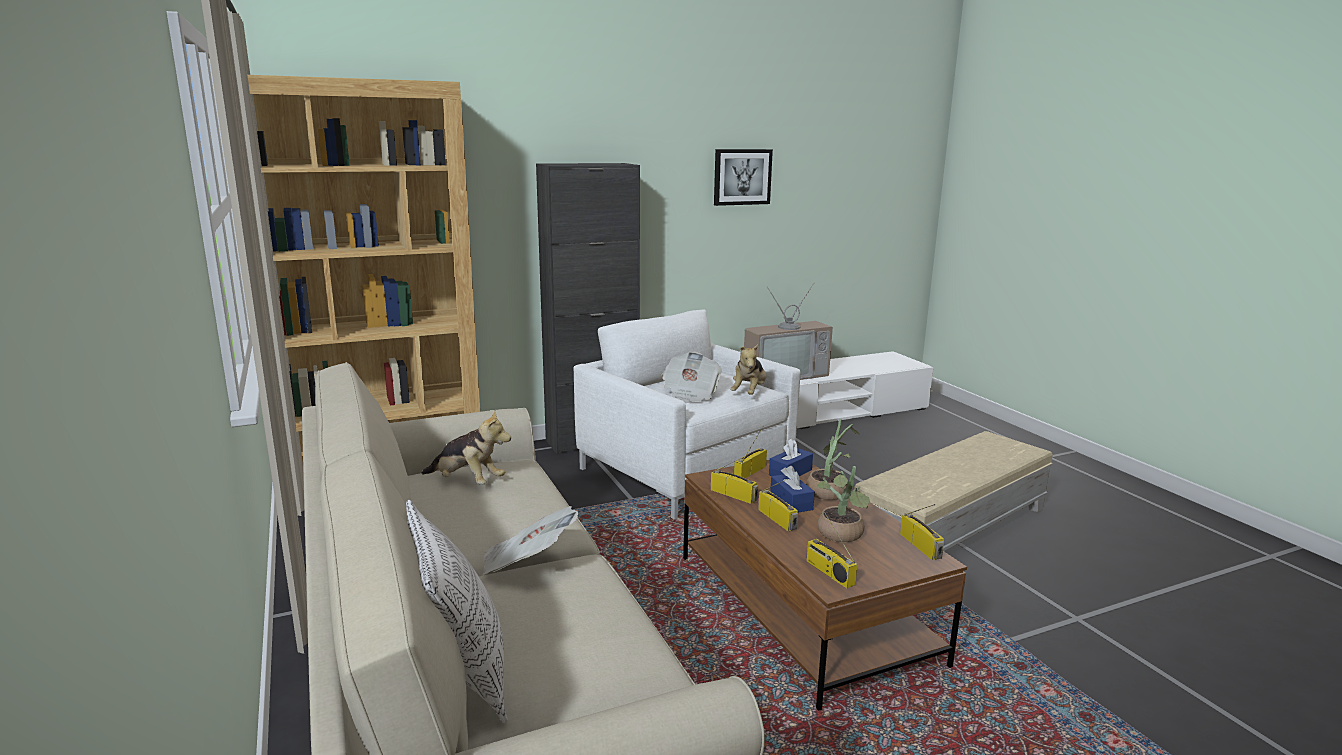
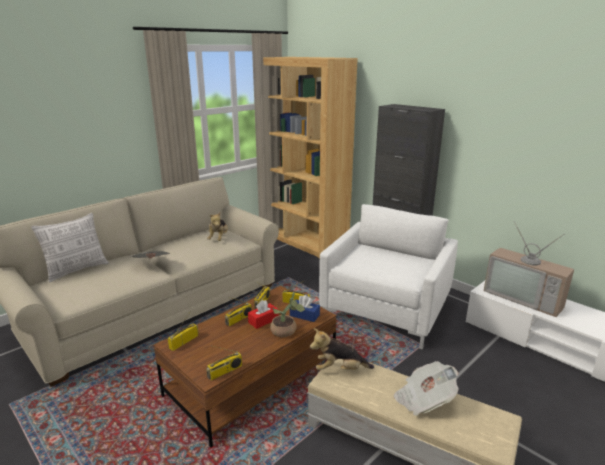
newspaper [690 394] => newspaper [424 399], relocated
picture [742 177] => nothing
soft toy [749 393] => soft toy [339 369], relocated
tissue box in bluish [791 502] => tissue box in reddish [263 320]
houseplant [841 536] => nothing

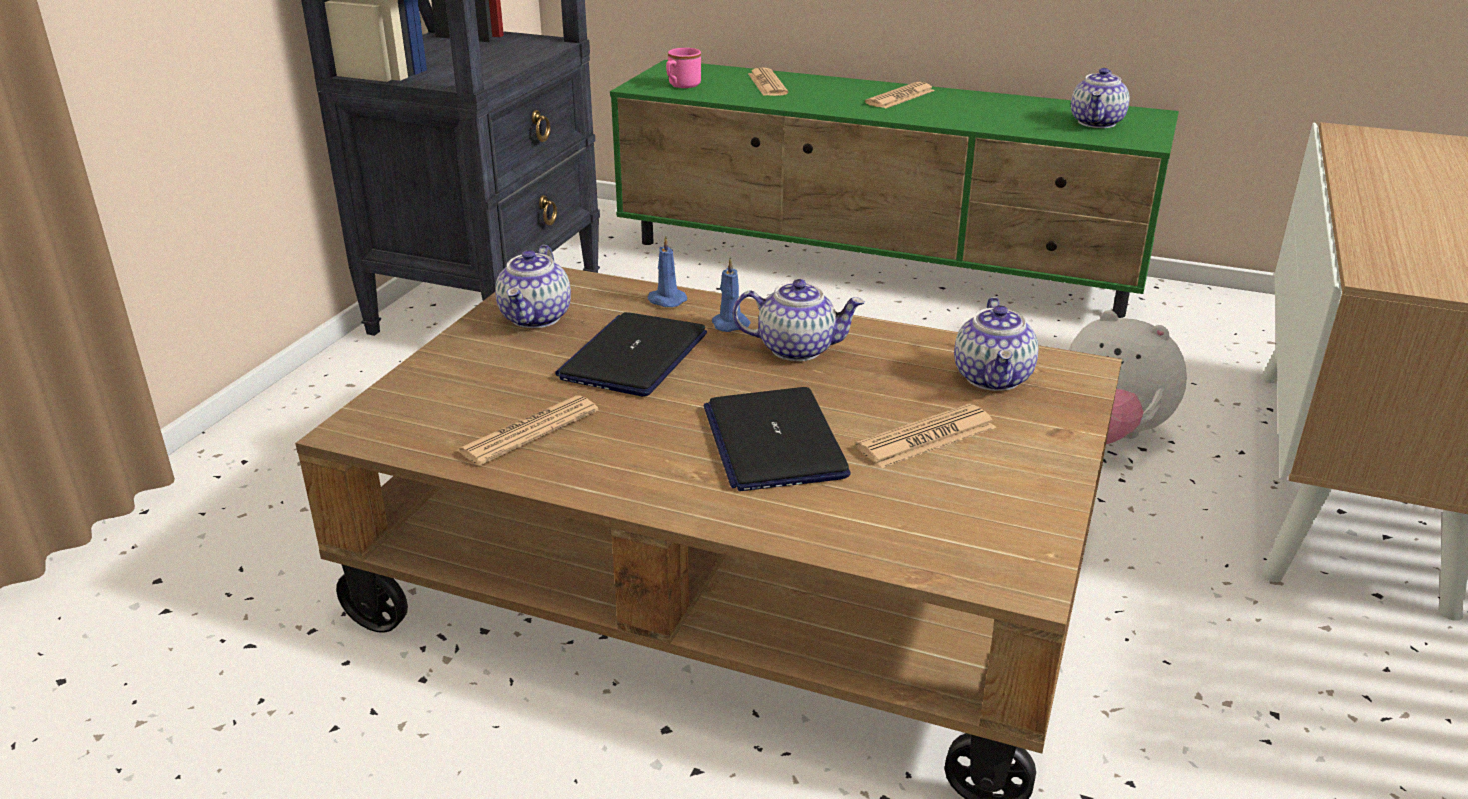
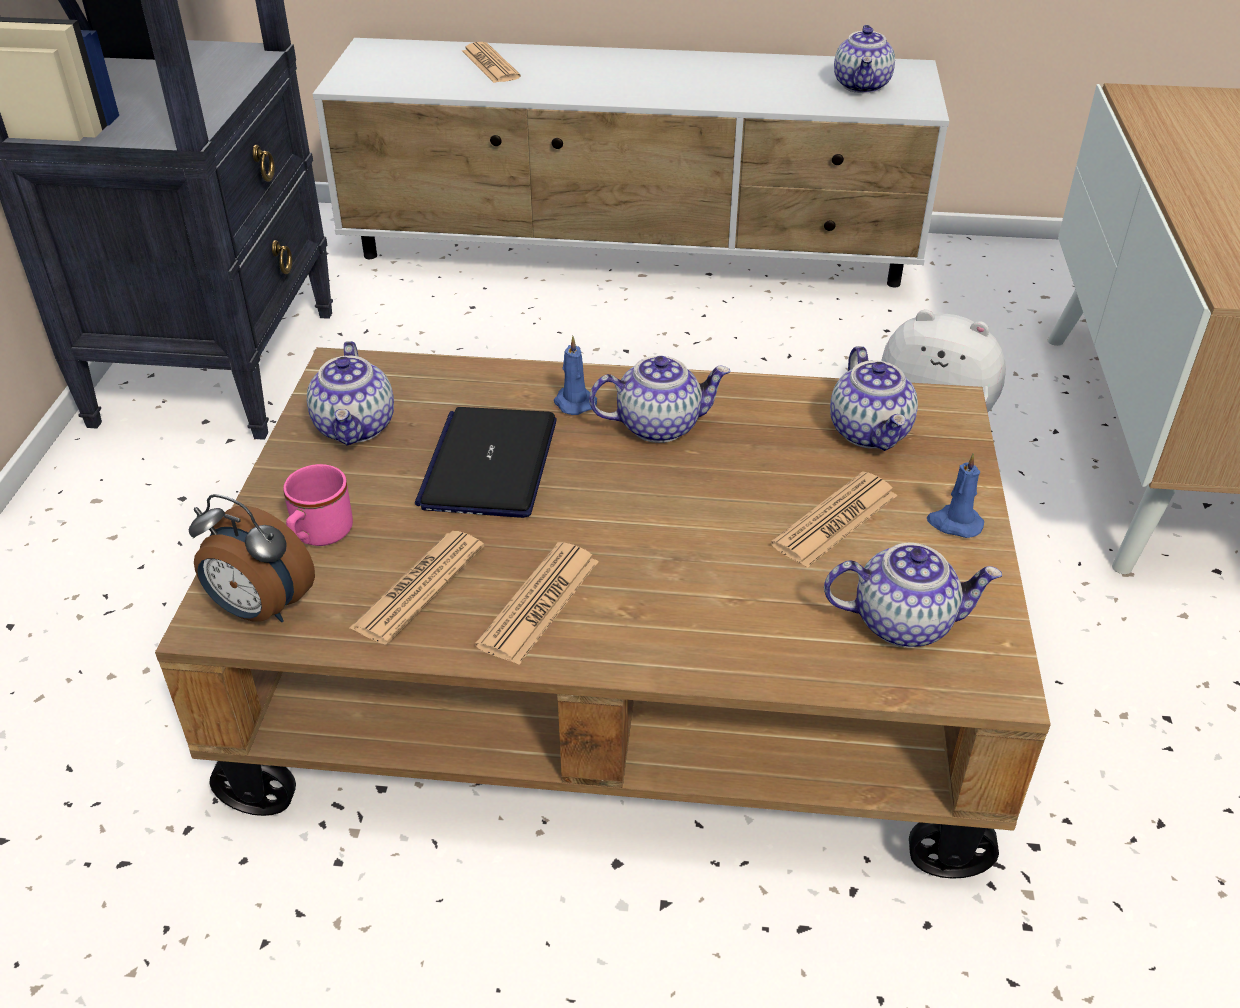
tv unit in greenish [878 266] => tv unit in white [634 255]
wax candle in bluish [665 300] => wax candle in bluish [954 523], relocated
tea mug in pink [681 86] => tea mug in pink [318 536], relocated
laptop [773 441] => nothing
newspaper [900 97] => newspaper [539 603], relocated
nothing => table clock [260 610]
nothing => pot for tea [904 622]

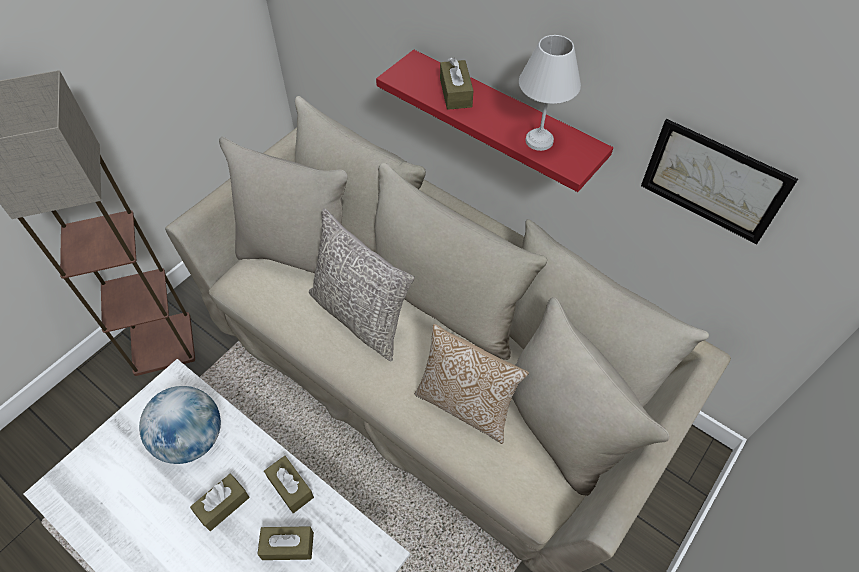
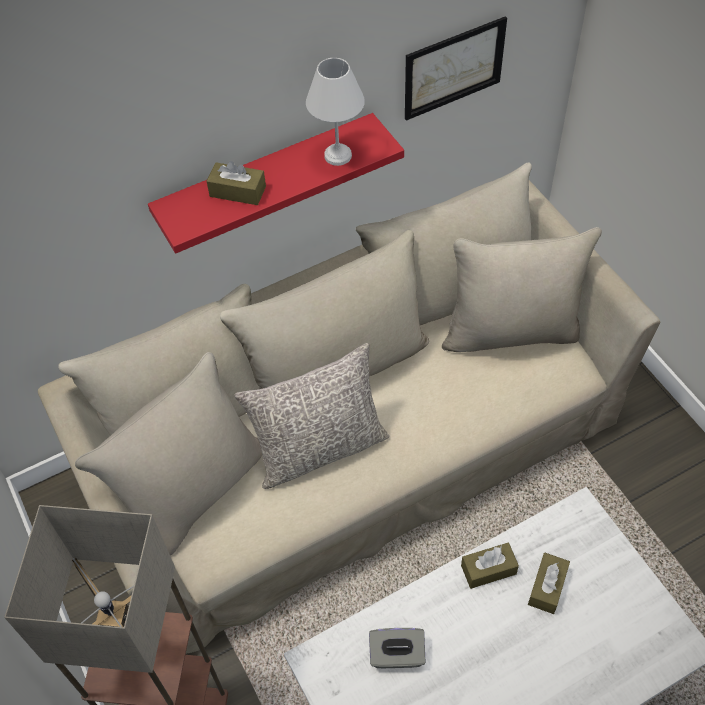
globe [192 439] => tissue box in gray [397 655]
tissue box in brown-coloured [223 505] => nothing
throw pillow [466 405] => nothing

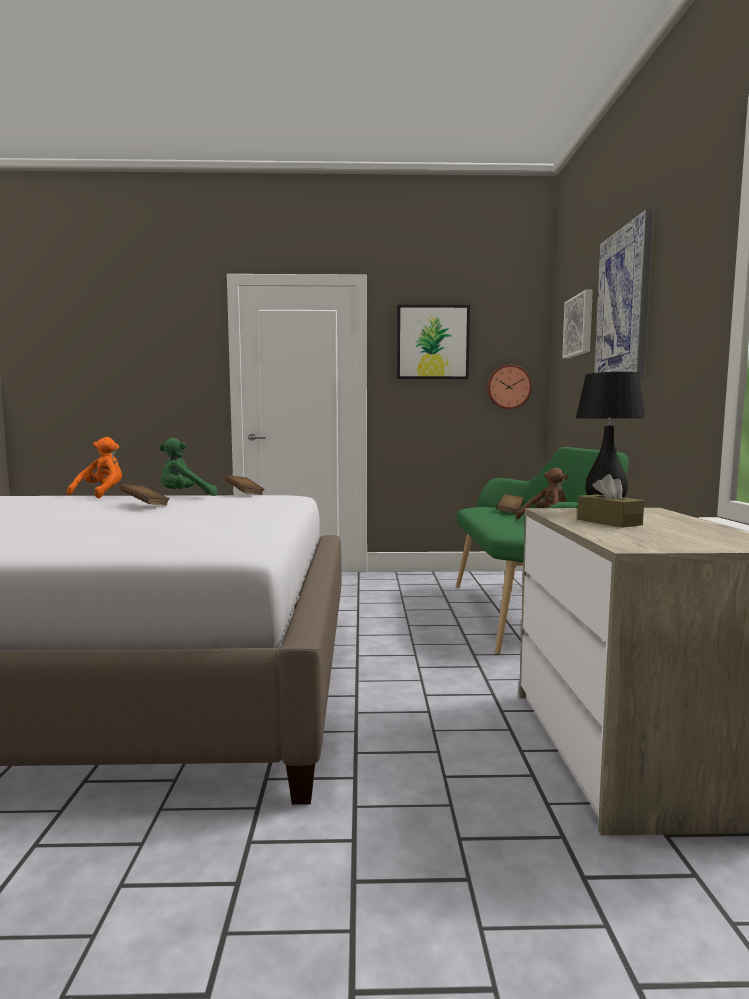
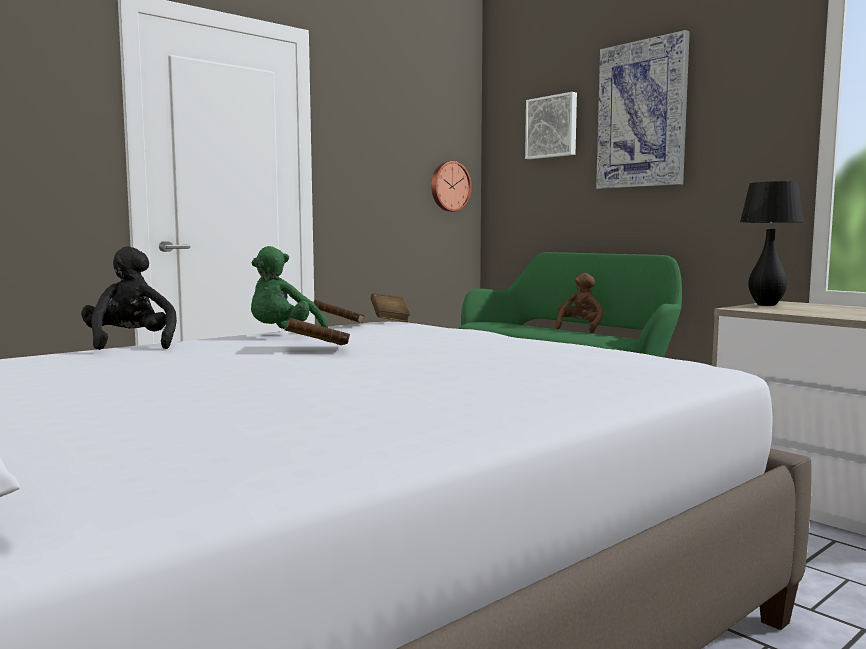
soft toy in orange [101 494] => soft toy in black-coloured [131 344]
picture [432 342] => nothing
book in brown-coloured [510 511] => book in brown-coloured [390 320], relocated
tissue box in brown-coloured [609 522] => nothing

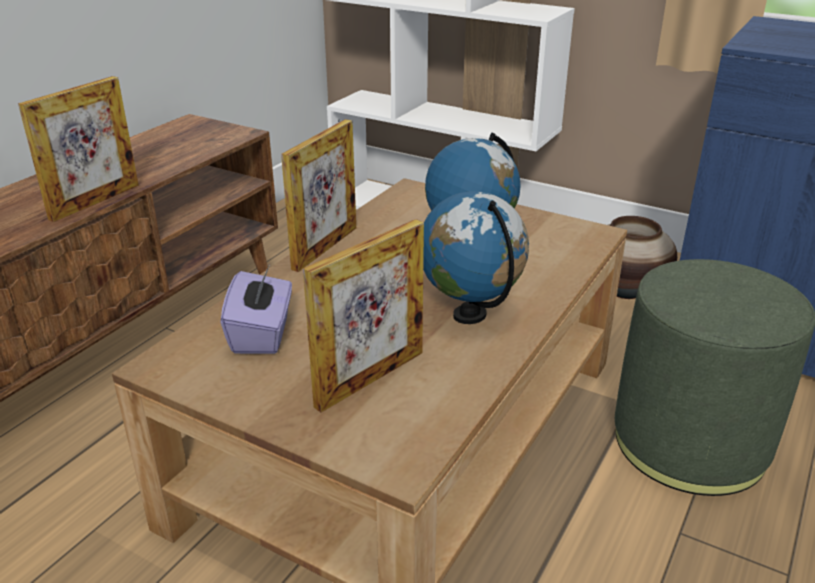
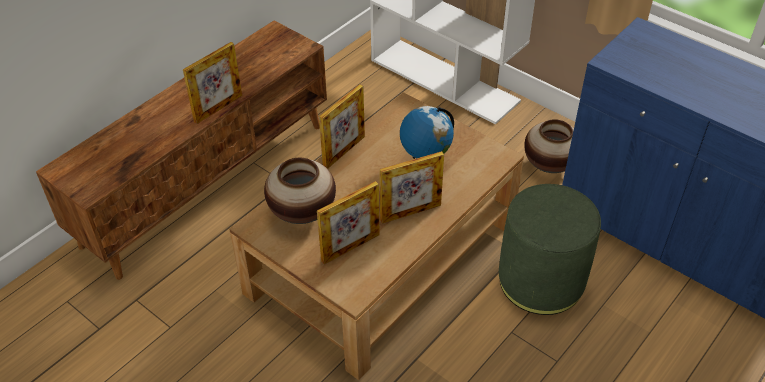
tissue box in purple [262 334] => vase [302 212]
globe [470 315] => photo frame [410 212]

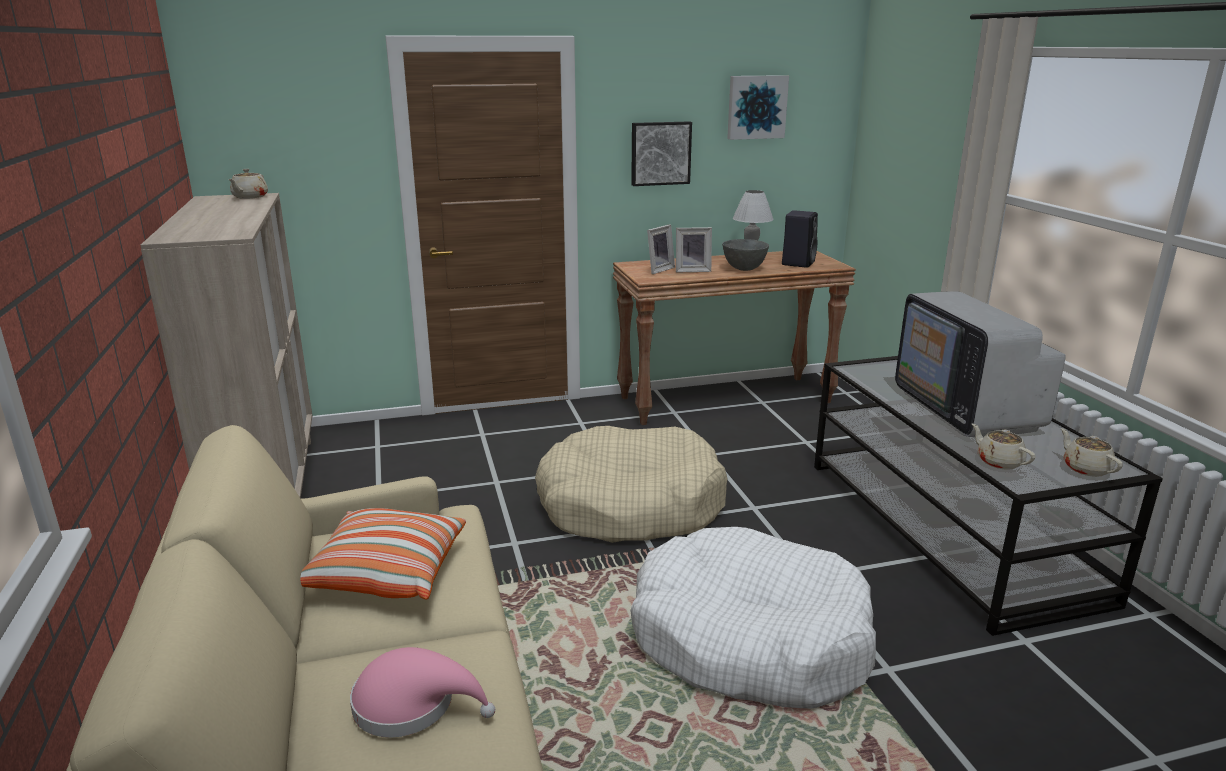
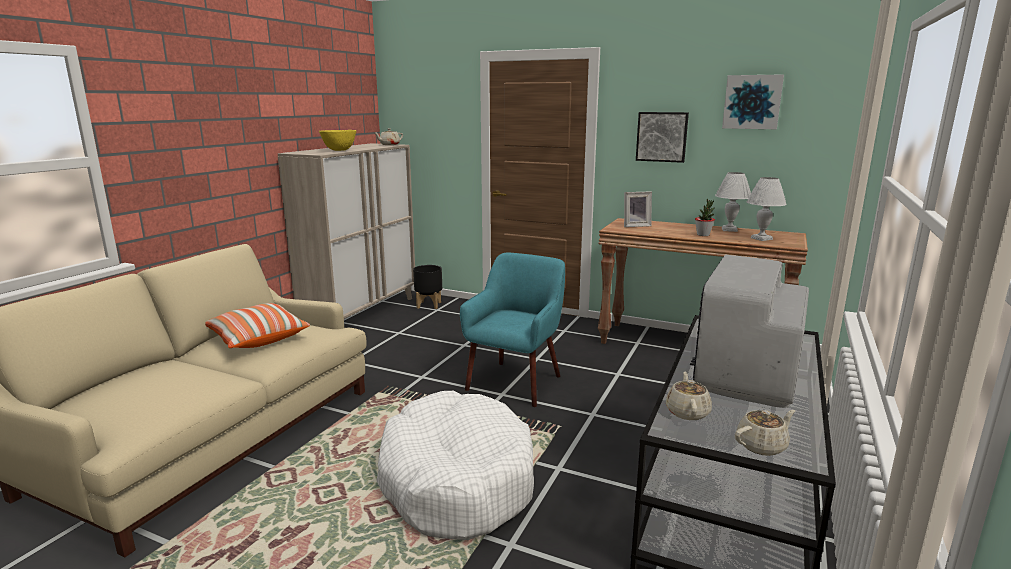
clothing hat in pink [412 704] => nothing
pet bed in sand-coloured [630 505] => lounge chair in turquoise [515 382]
photo frame [692 270] => nothing
deep dish in gray [744 269] => houseplant [703 235]
speaker in black-coloured [798 263] => table lamp in white [761 238]
pot for tea in sand-coloured [1085 468] => pot for tea in sand-coloured [762 446], 45 degrees clockwise
nothing => deep dish in yellow [339 150]
nothing => planter in black-coloured [428 305]

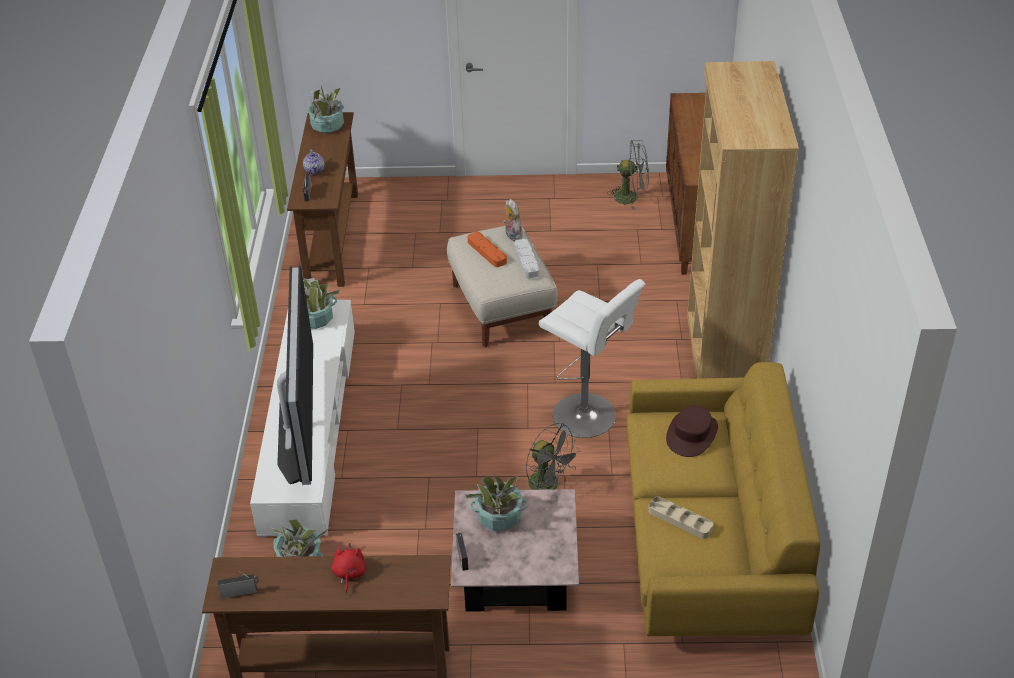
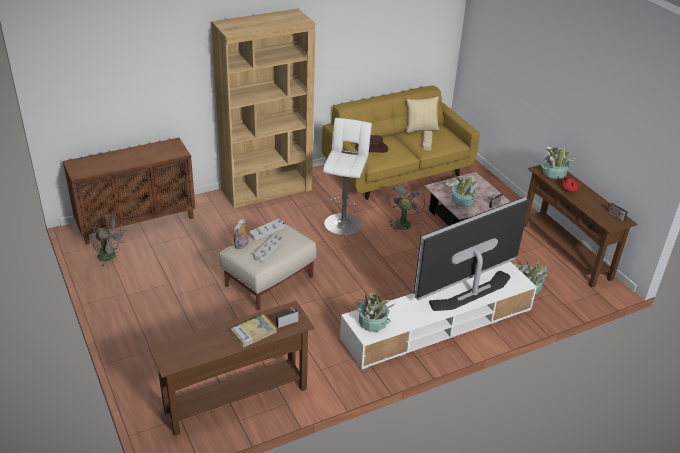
pot for tea [315 170] => book [253 332]
houseplant [327 125] => houseplant [554 174], relocated
carrying tray in orange [487 252] => carrying tray in gray [268 249]
cooling fan in gray [631 197] => cooling fan in gray [110 257], 135 degrees clockwise
nothing => throw pillow [420 128]

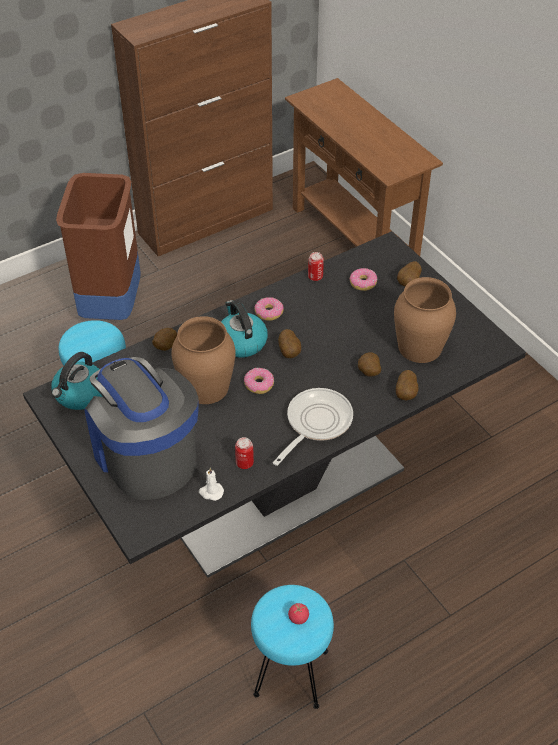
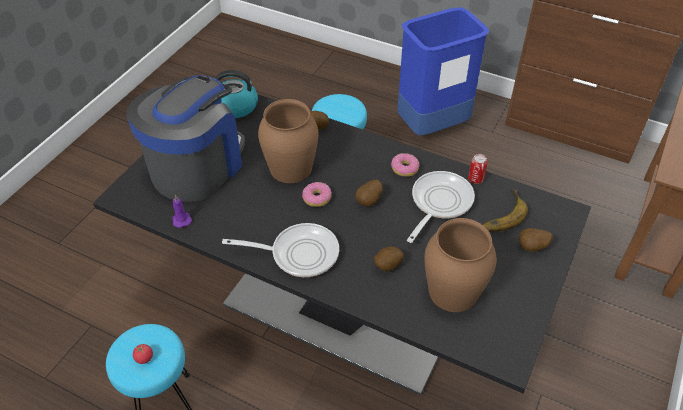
rubbish bin in brown-coloured [112 306] => rubbish bin in bluish [432 126]
wax candle in white [211 492] => wax candle in purple [181 219]
kettle [241 342] => nothing
sealed can [244 463] => nothing
ring doughnut [363 283] => banana fruit [499 214]
potato [406 394] => nothing
nothing => frying pan [439 203]

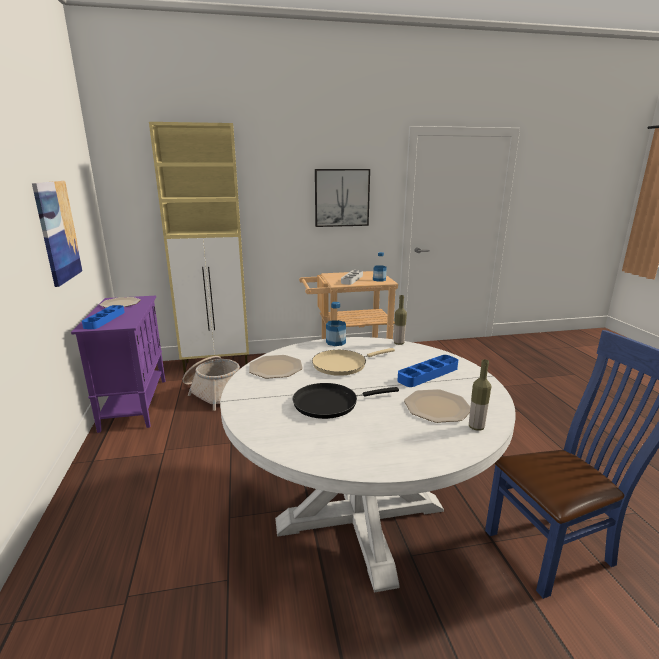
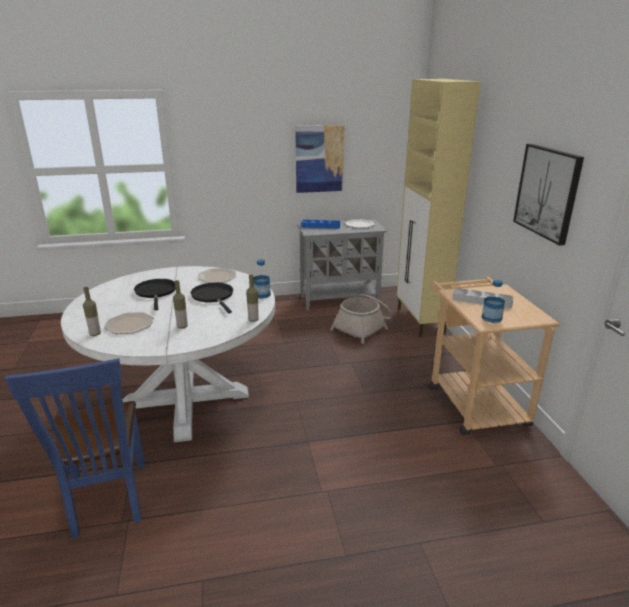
storage cabinet in purple [134 403] => storage cabinet in gray [340 300]
frying pan in sand-coloured [343 365] => frying pan in black-coloured [213 296]
carrying tray in bluish [428 374] => drink bottle [182 326]

